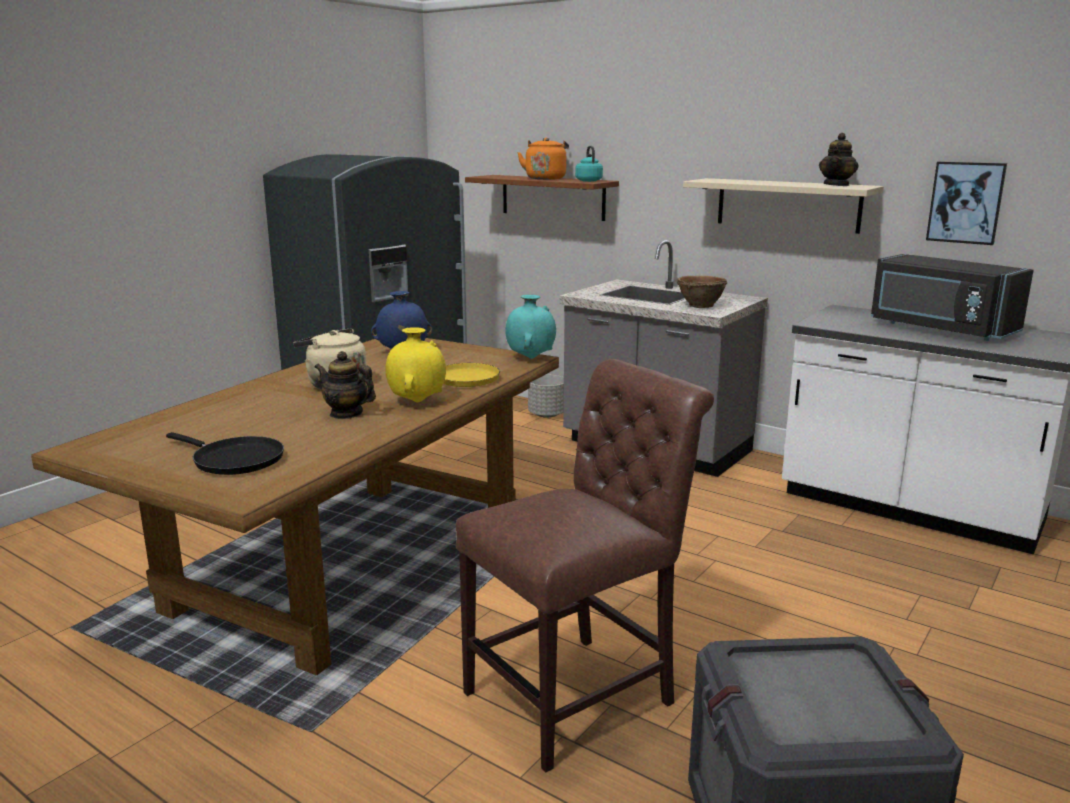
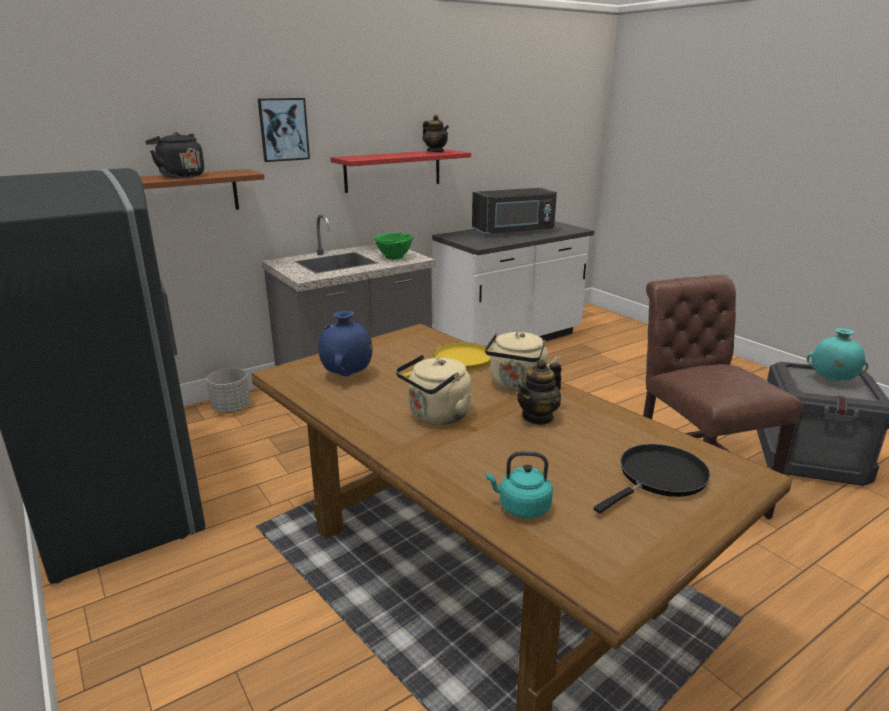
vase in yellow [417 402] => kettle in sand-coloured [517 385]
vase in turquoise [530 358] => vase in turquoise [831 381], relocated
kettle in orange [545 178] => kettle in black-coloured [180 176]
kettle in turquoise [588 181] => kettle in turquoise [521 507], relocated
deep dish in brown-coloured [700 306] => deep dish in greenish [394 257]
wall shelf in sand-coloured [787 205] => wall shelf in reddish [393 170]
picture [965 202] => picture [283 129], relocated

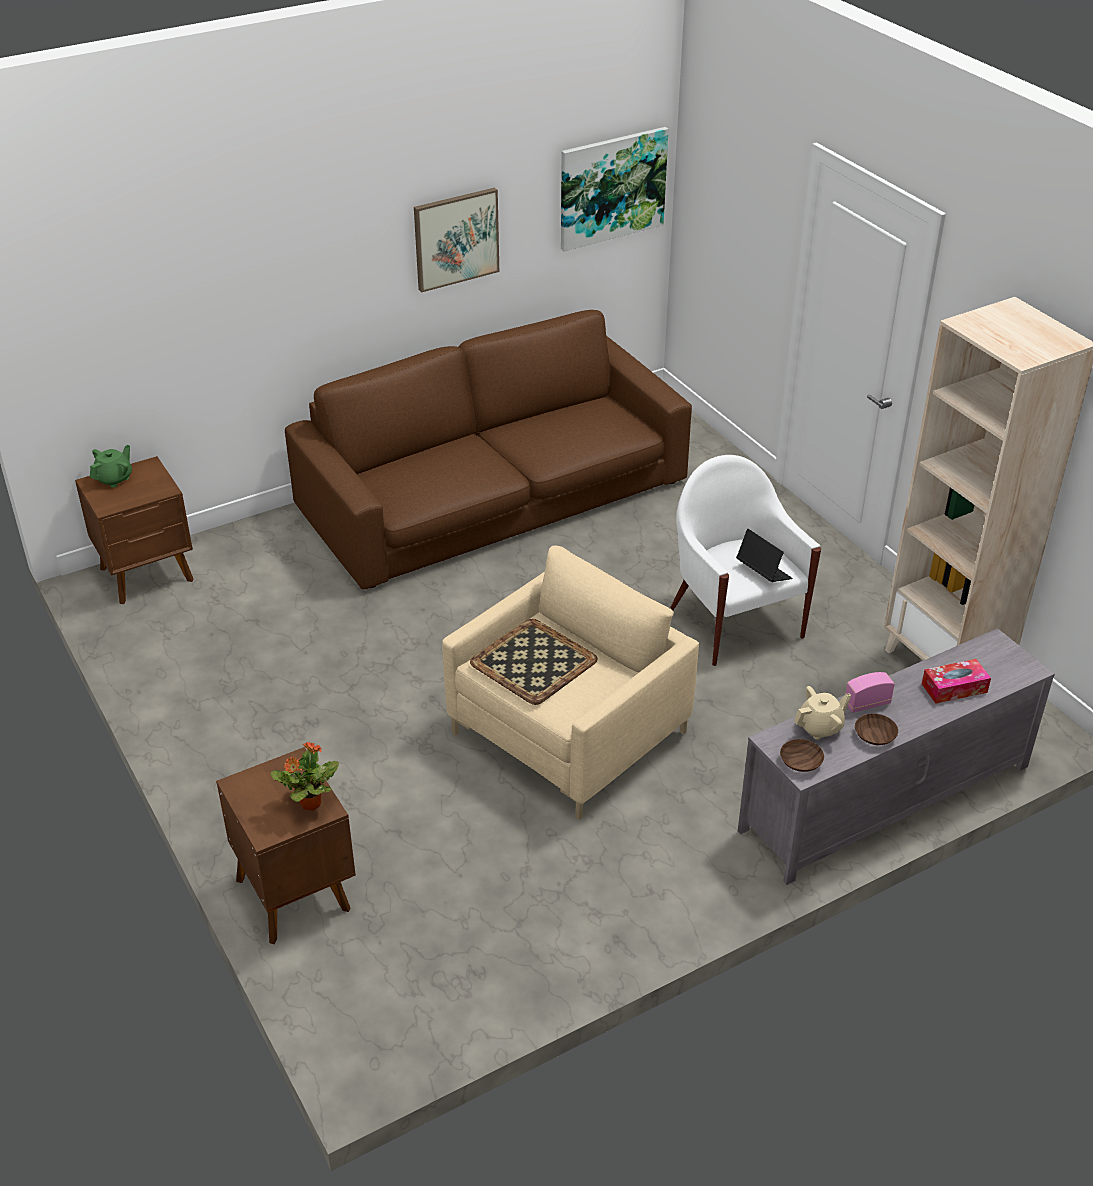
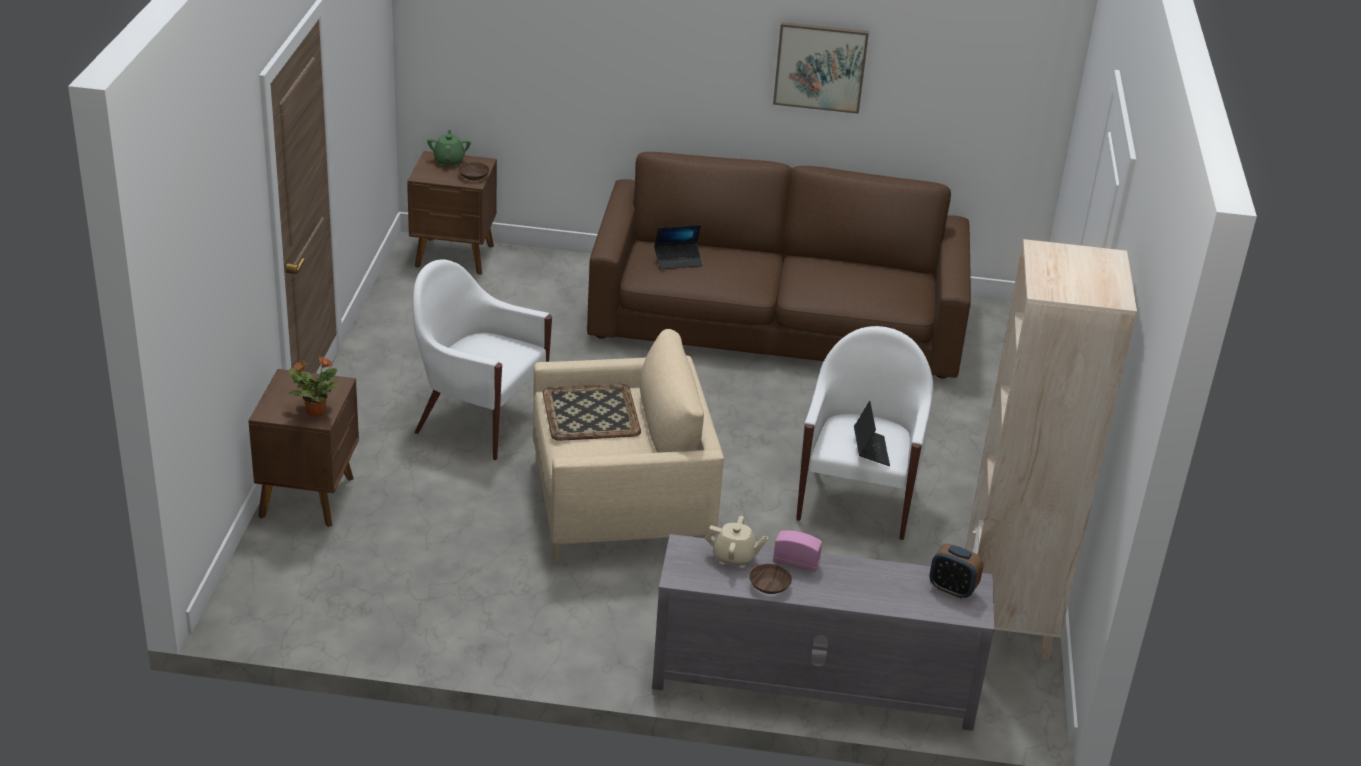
pot for tea in greenish [114 479] => pot for tea in greenish [449 161], 75 degrees counterclockwise
picture [612 187] => nothing
deep dish in brown-coloured [800 762] => deep dish in brown-coloured [473 176], relocated
tissue box [954 688] => nothing
nothing => lounge chair in white [478 419]
nothing => laptop [678 260]
nothing => table clock [952 589]

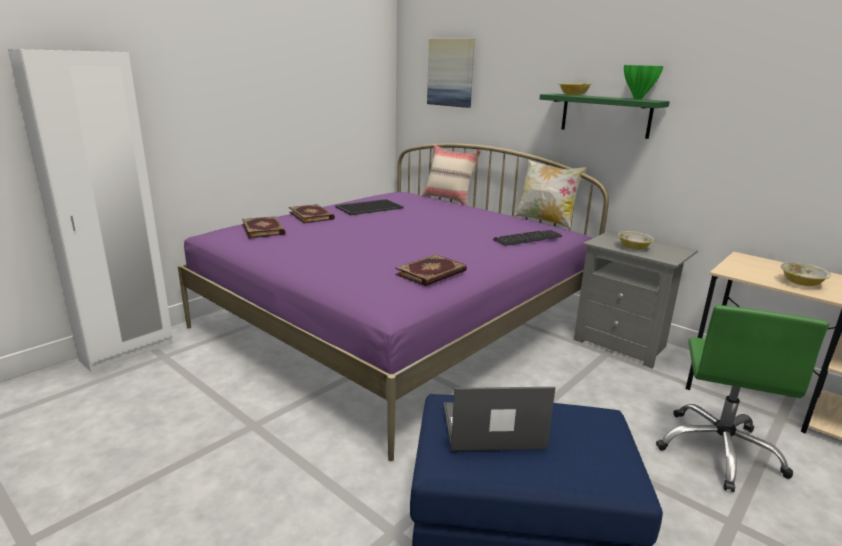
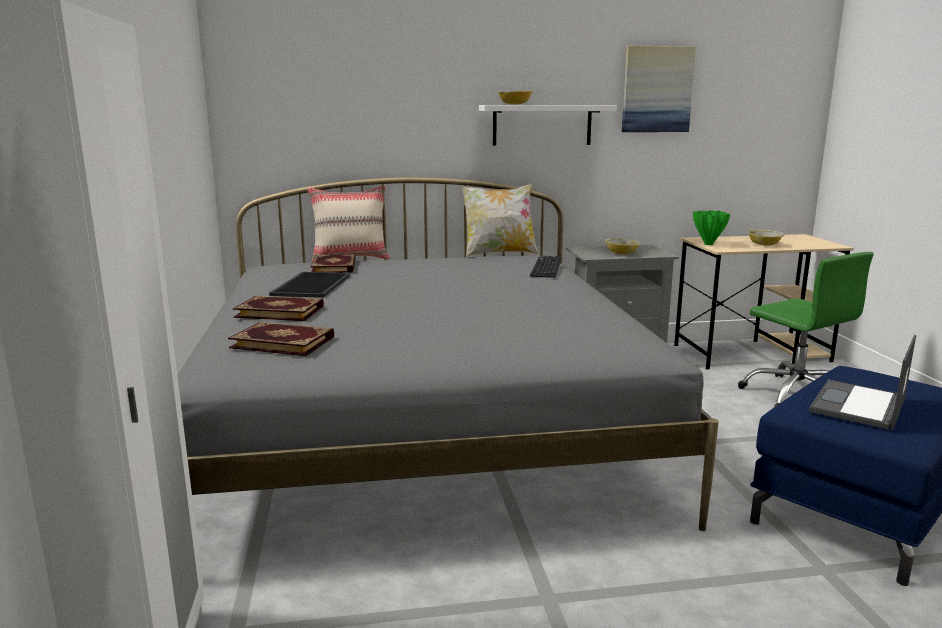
bed in purple [396 323] => bed in gray [424 429]
book [432 273] => book [335 266], relocated
picture [451 72] => picture [657 89], relocated
wall shelf in greenish [605 115] => wall shelf in white [542 125]
vase in greenish [637 99] => vase in greenish [708 244], relocated

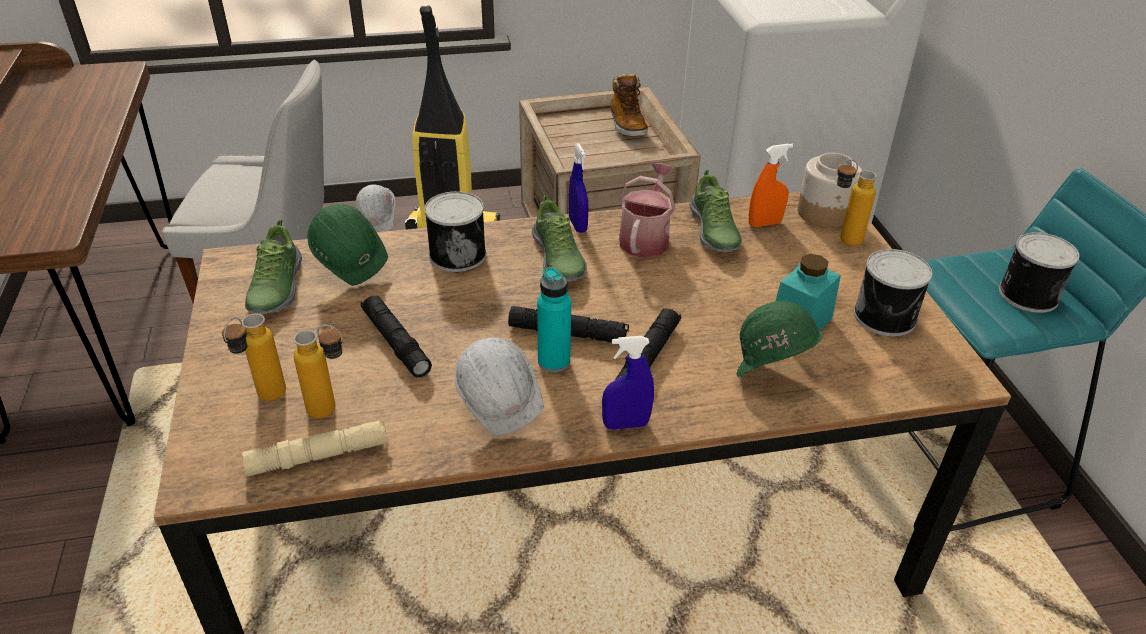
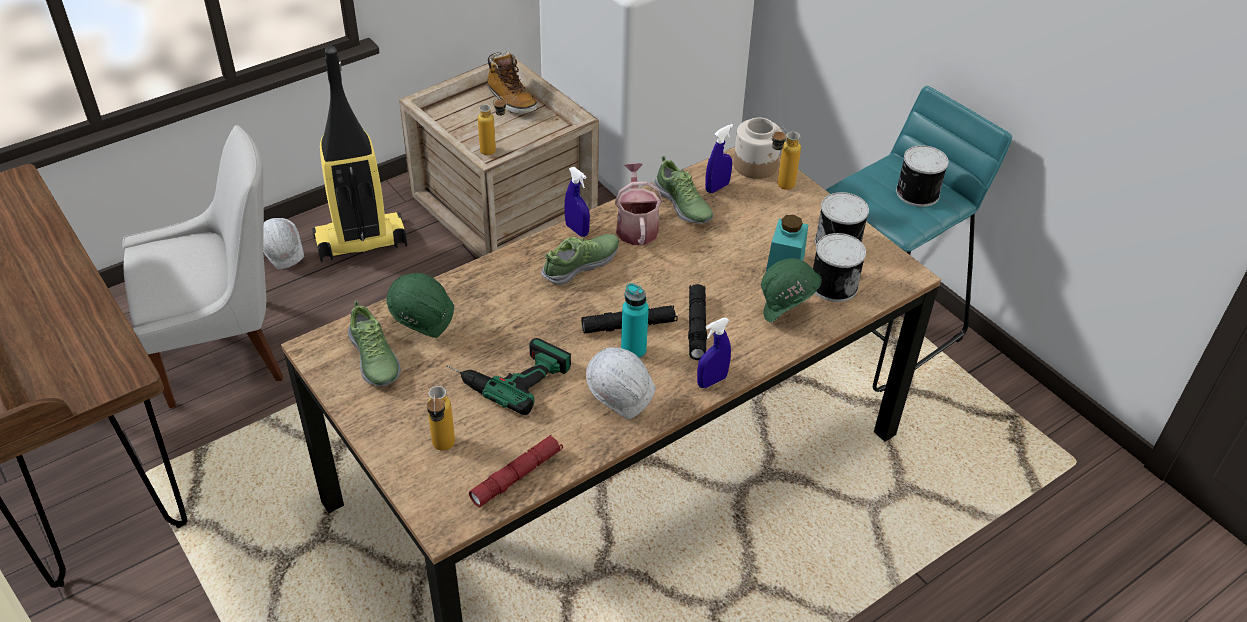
torch in sand-coloured [319 456] => torch in reddish [517 476]
drink bottle [332 412] => drink bottle [494 150], relocated
torch in black-coloured [396 342] => drill [507 373]
sealed can [457 254] => sealed can [833 284], relocated
low shoe [558 259] => low shoe [581 265], 90 degrees counterclockwise
spray bottle in orange [764 223] => spray bottle in bluish [717 187]

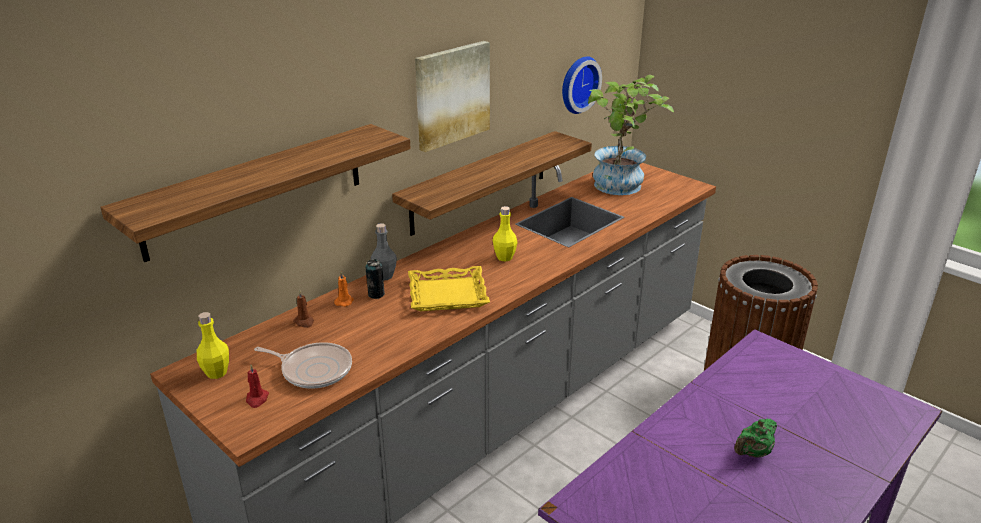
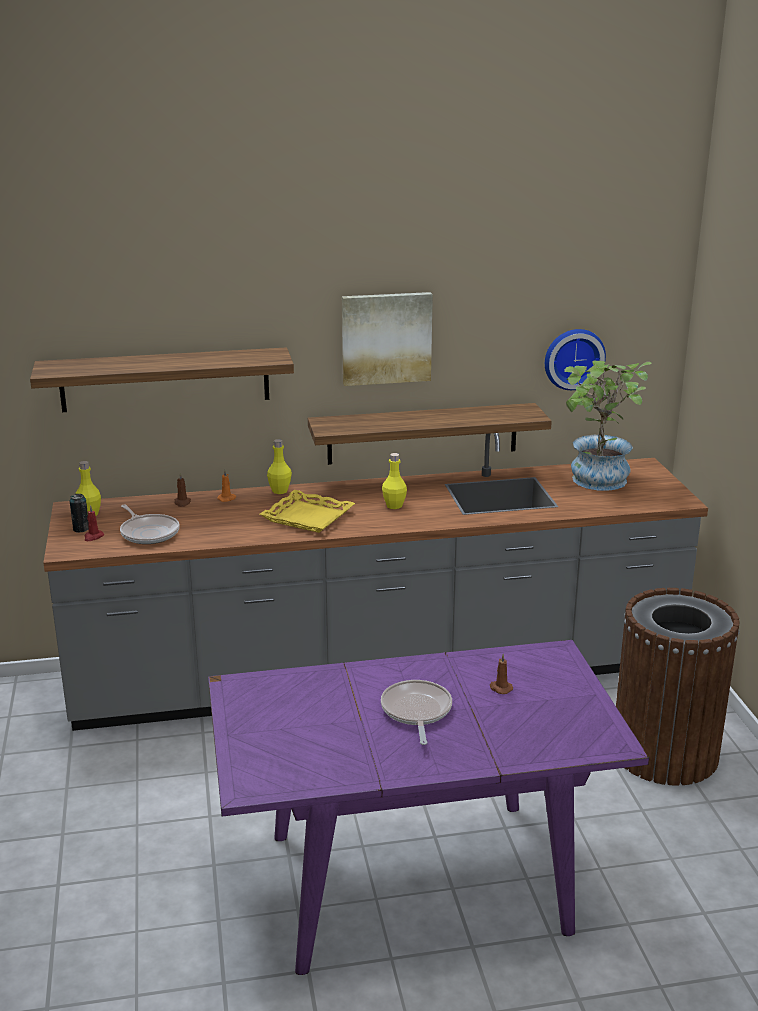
sealed can [376 294] => sealed can [81 529], relocated
drink bottle in gray [384 276] => drink bottle in yellow [280 491]
pot for tea in greenish [753 453] => frying pan [416 712]
nothing => wax candle in brown-coloured [500 688]

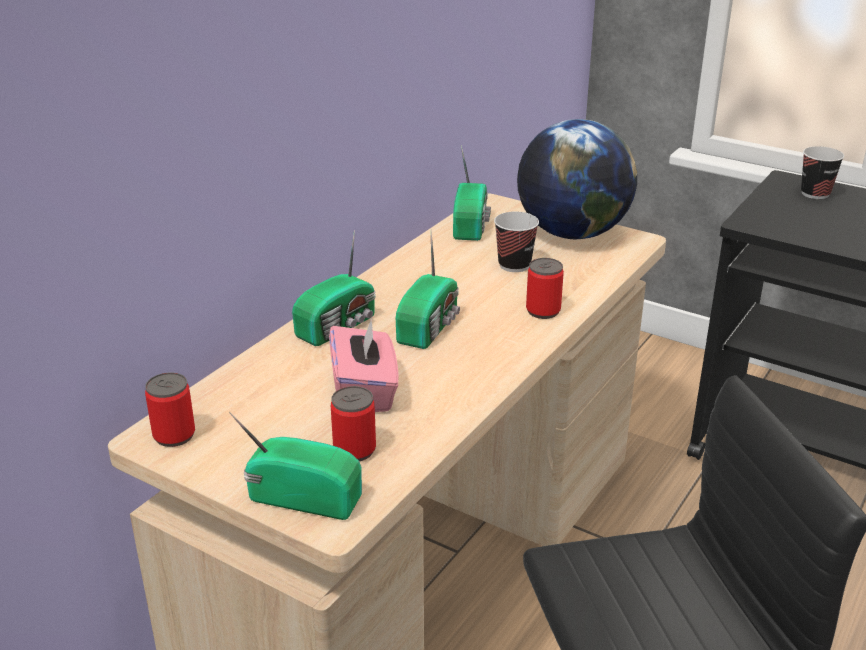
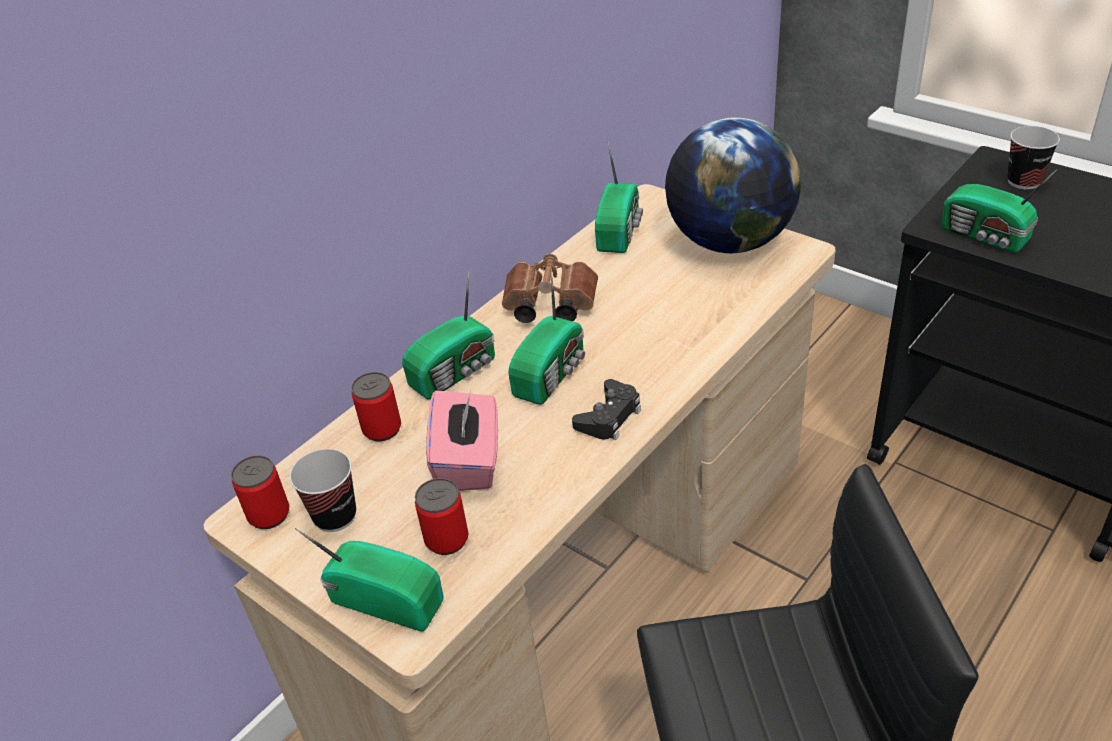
cup [514 265] => cup [335 516], relocated
sealed can [543 311] => sealed can [382 429], relocated
nothing => field glasses in brown-coloured [547 306]
nothing => joypad in black-coloured [609 417]
nothing => radio receiver [986 236]

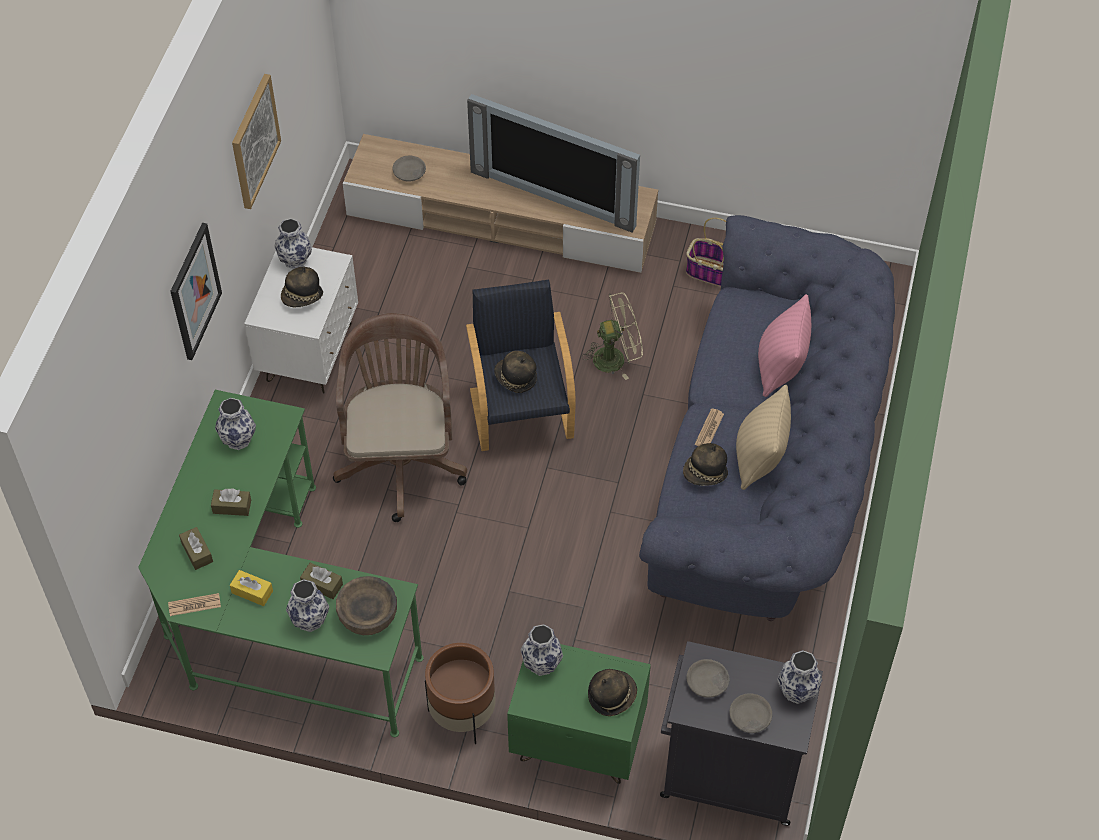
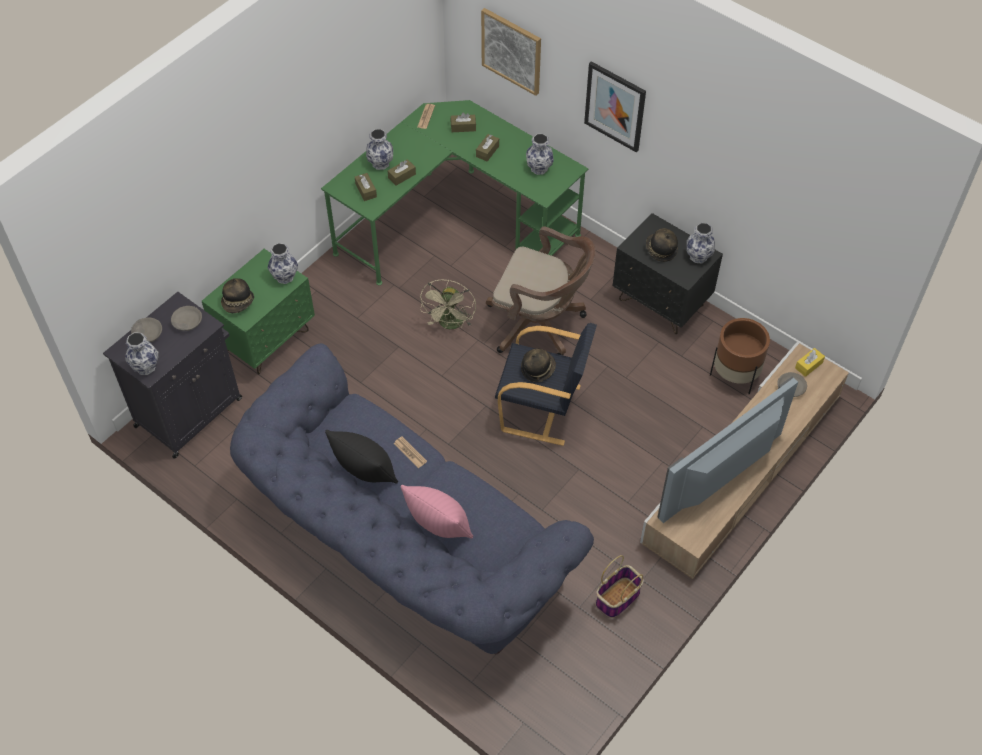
tissue box in yellow [252 592] => tissue box in yellow [808 365], relocated
picture [254 141] => picture [512 51], relocated
night table in white [309 353] => night table in black-coloured [661 303]
deep dish in brown-coloured [368 615] => tissue box in brown-coloured [366 190]
planter in brown-coloured [462 714] => planter in brown-coloured [734 376], relocated
cooling fan in sand-coloured [616 357] => cooling fan in sand-coloured [450 325], relocated
clothing hat [705 473] => nothing
throw pillow in sand-coloured [759 458] => throw pillow in black-coloured [365 472]

